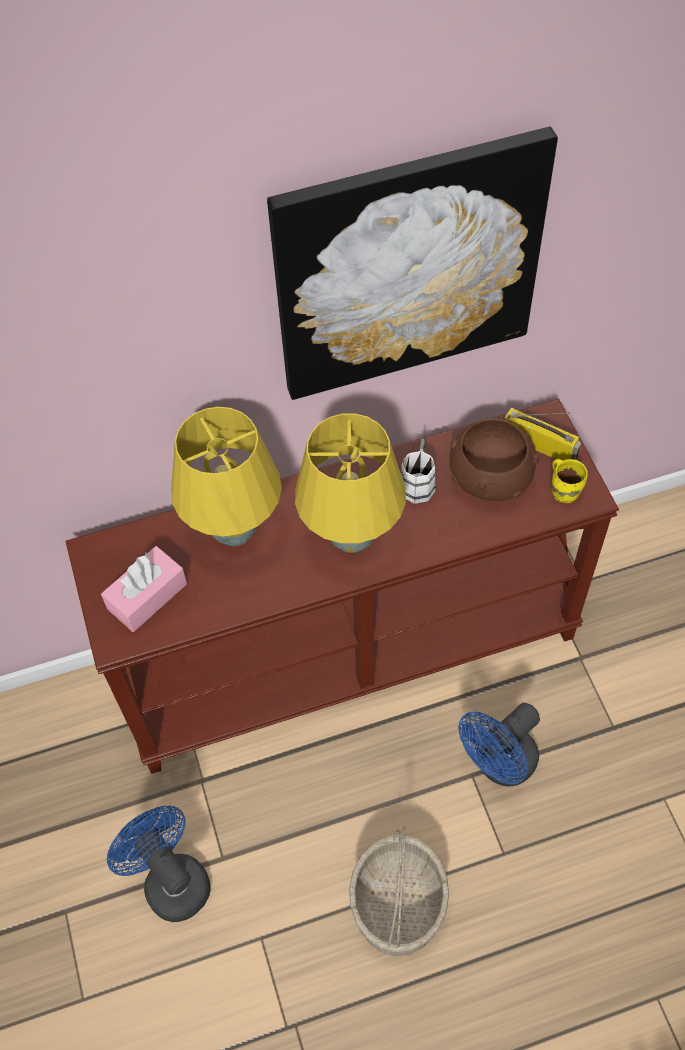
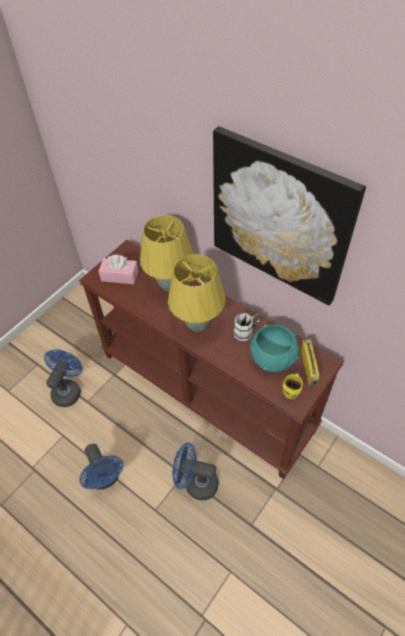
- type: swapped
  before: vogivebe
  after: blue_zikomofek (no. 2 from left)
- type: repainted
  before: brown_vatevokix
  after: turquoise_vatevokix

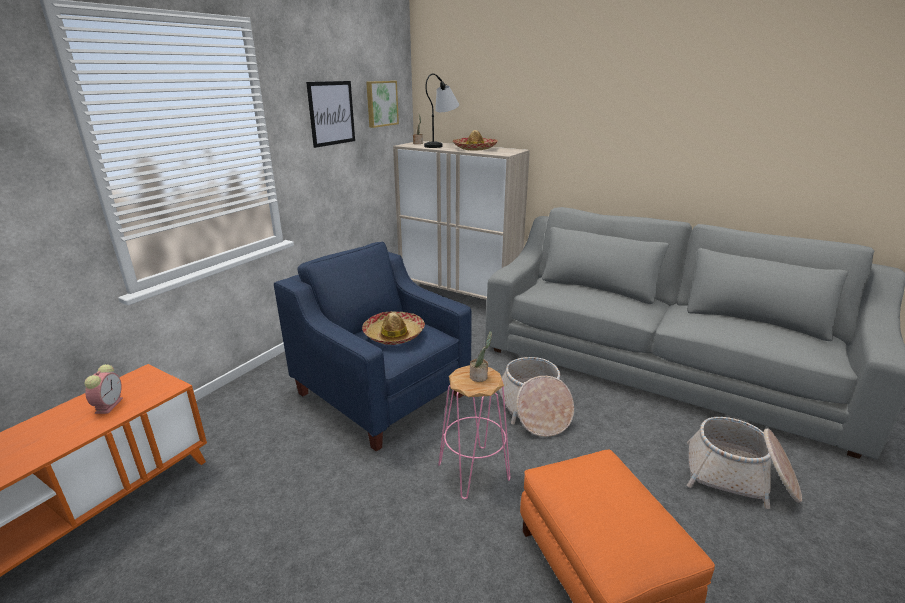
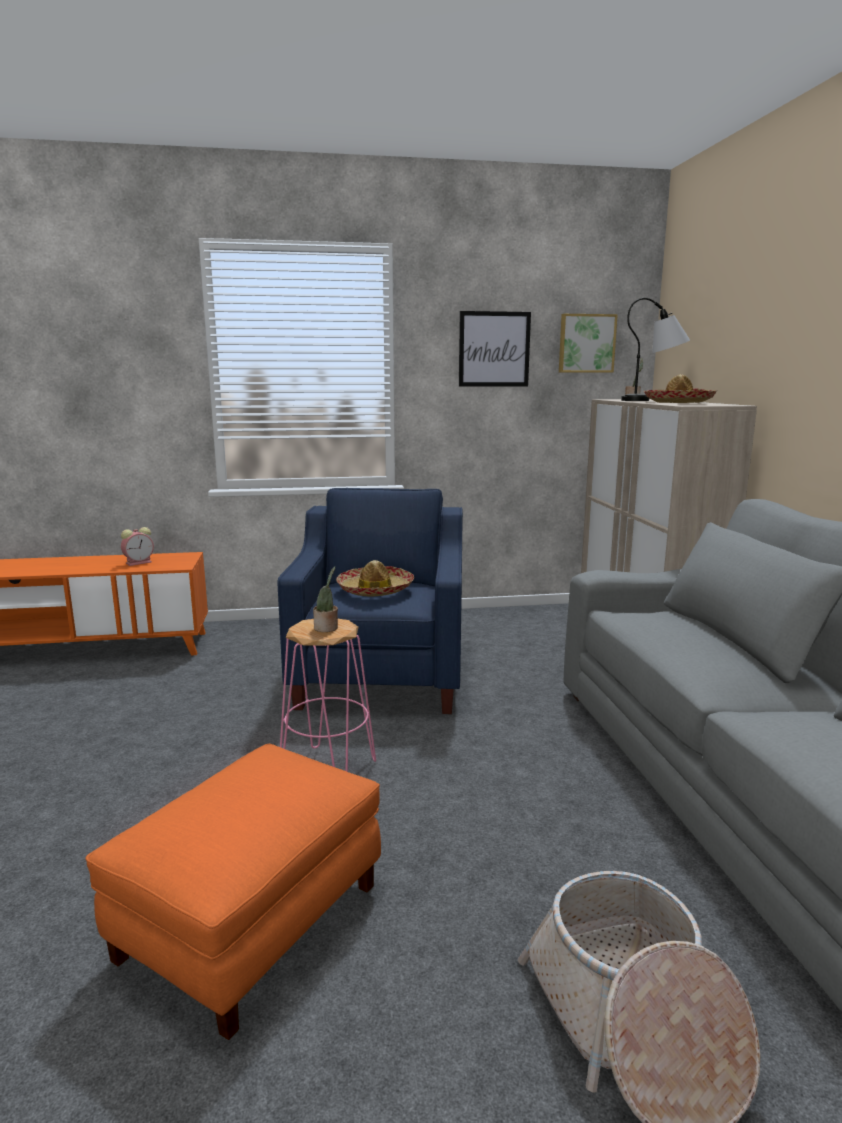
- type: gone
  before: vogivebe (no. 1 from left)

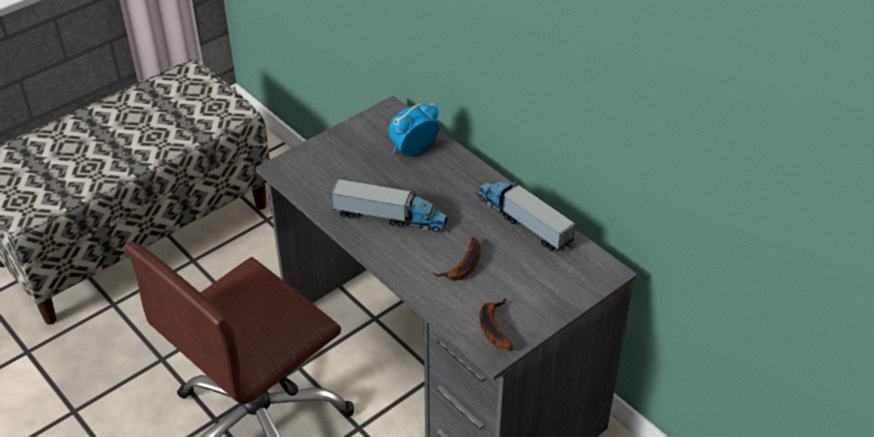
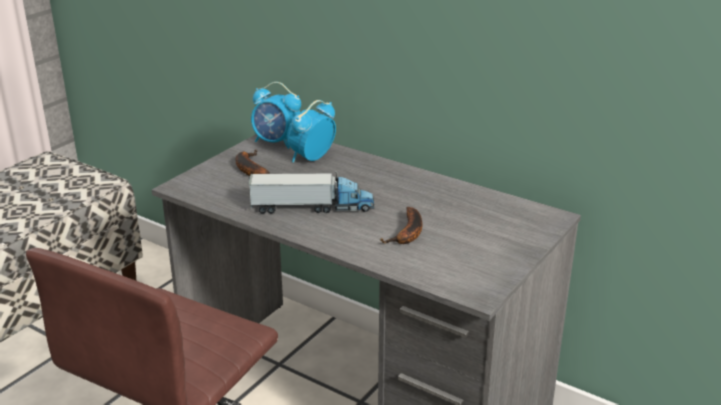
- type: shifted
  before: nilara (no. 2 from left in the first image)
  after: nilara (no. 1 from left)
- type: new
  after: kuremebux (no. 1 from left)
- type: gone
  before: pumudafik (no. 2 from left)

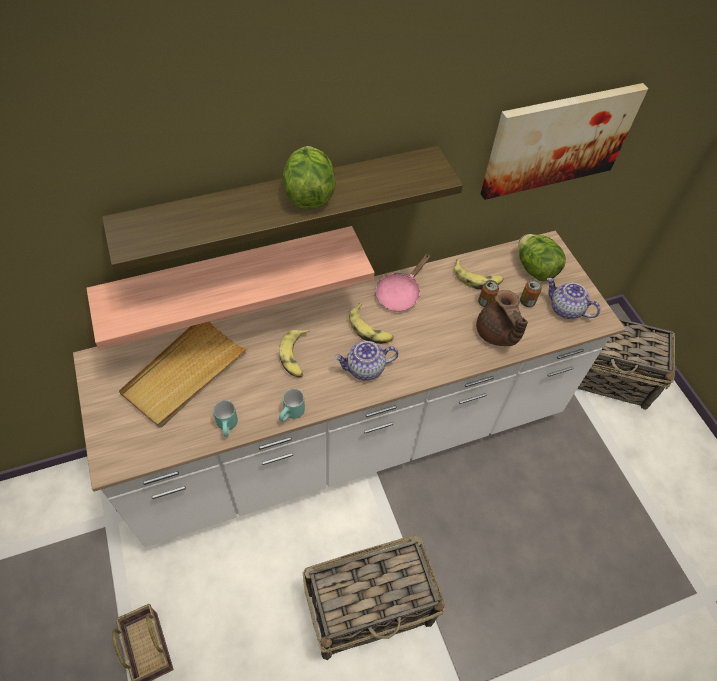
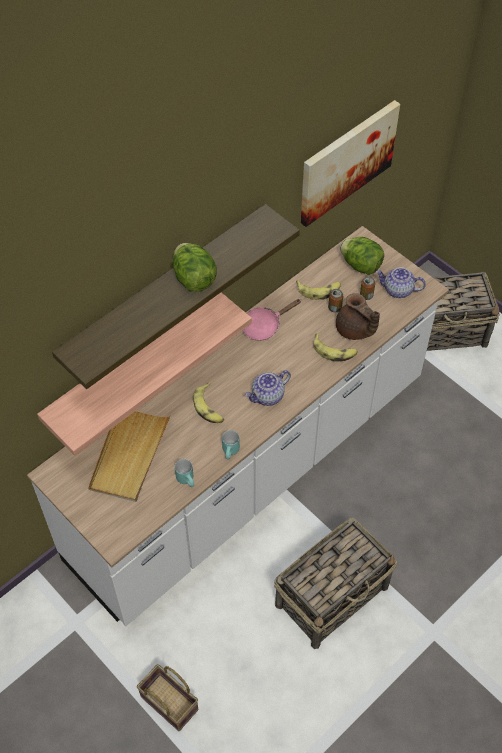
- type: rotated
  before: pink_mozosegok
  turn: 45
- type: shifted
  before: nilara (no. 2 from left in the first image)
  after: nilara (no. 3 from left)

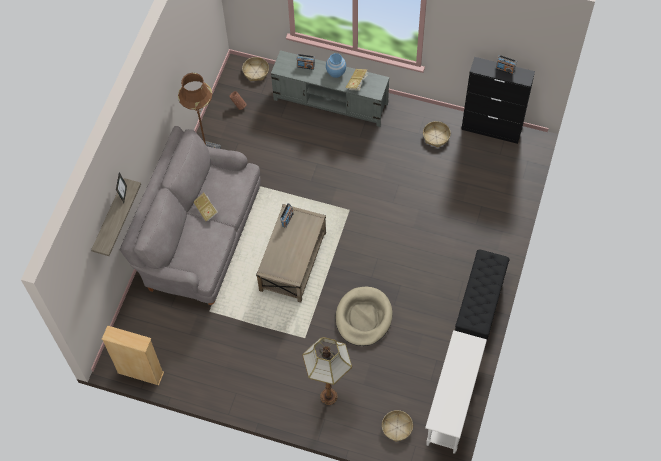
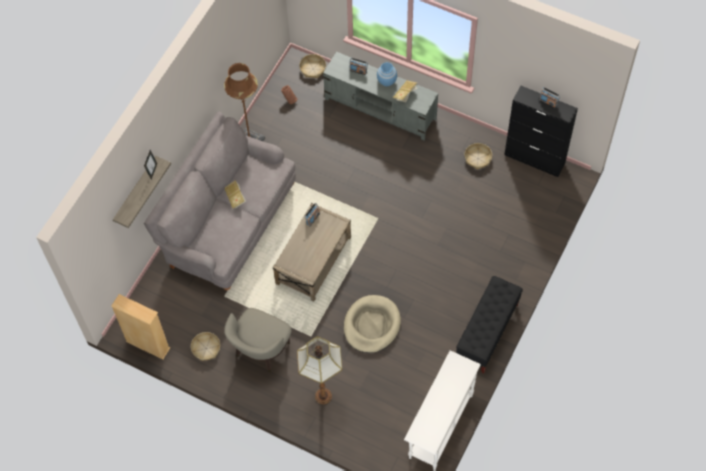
- type: shifted
  before: vogivebe (no. 2 from left in the first image)
  after: vogivebe (no. 1 from left)
- type: new
  after: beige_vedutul

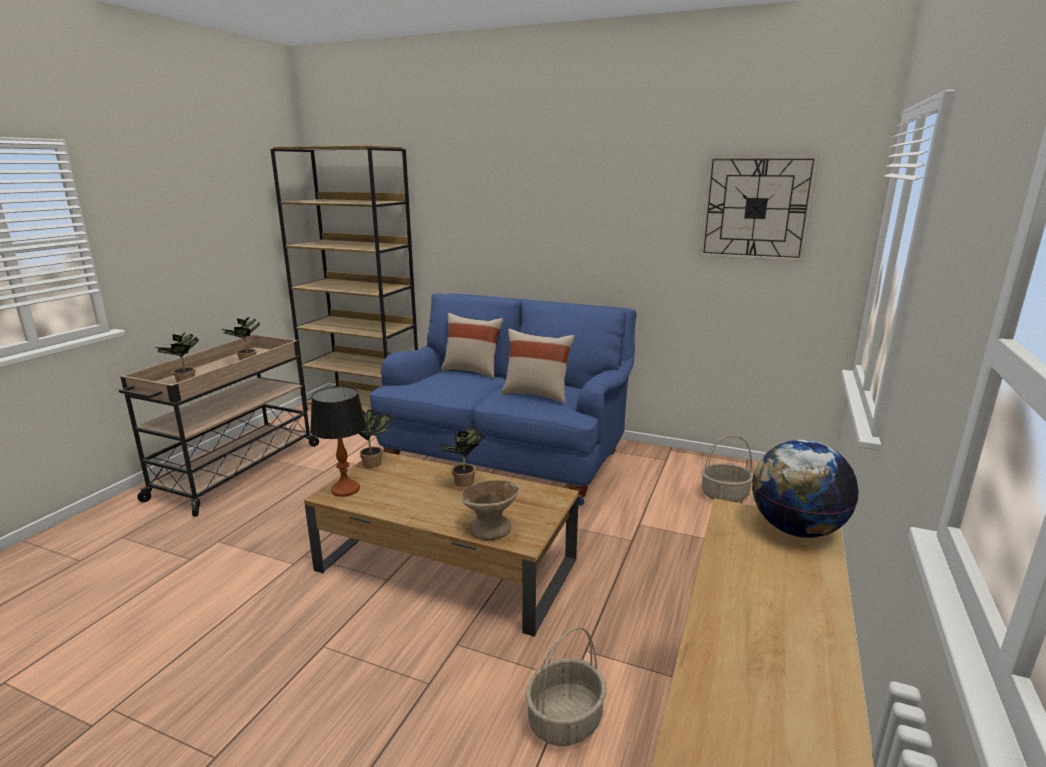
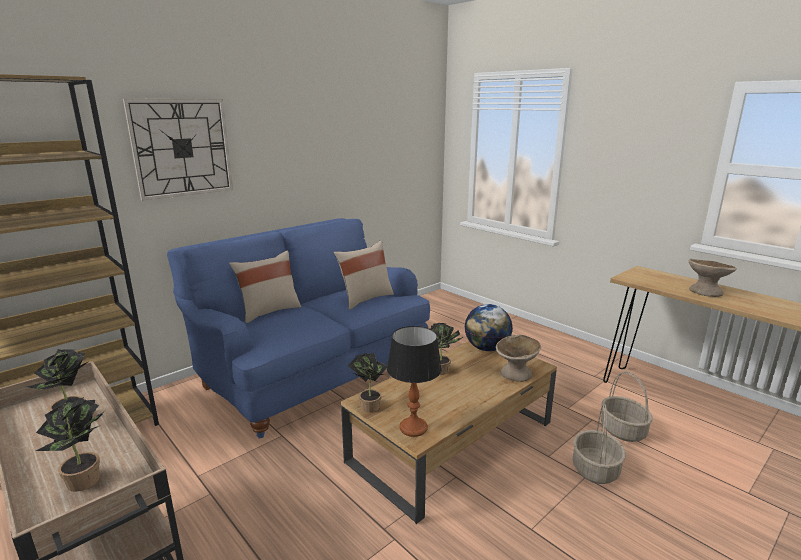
- type: shifted
  before: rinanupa
- type: shifted
  before: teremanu
- type: shifted
  before: vogivebe (no. 2 from left in the first image)
  after: vogivebe (no. 1 from left)
- type: new
  after: beige_vatevokix (no. 2 from left)

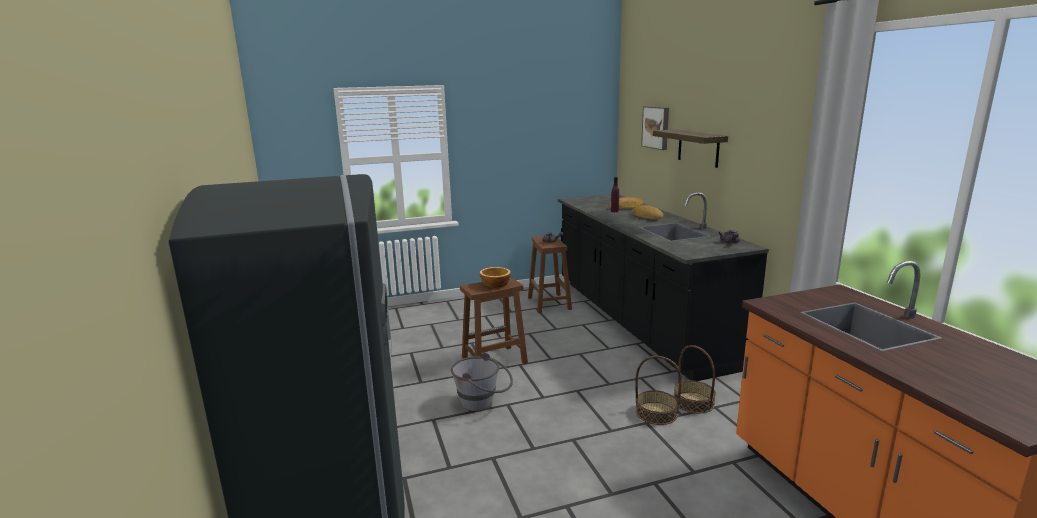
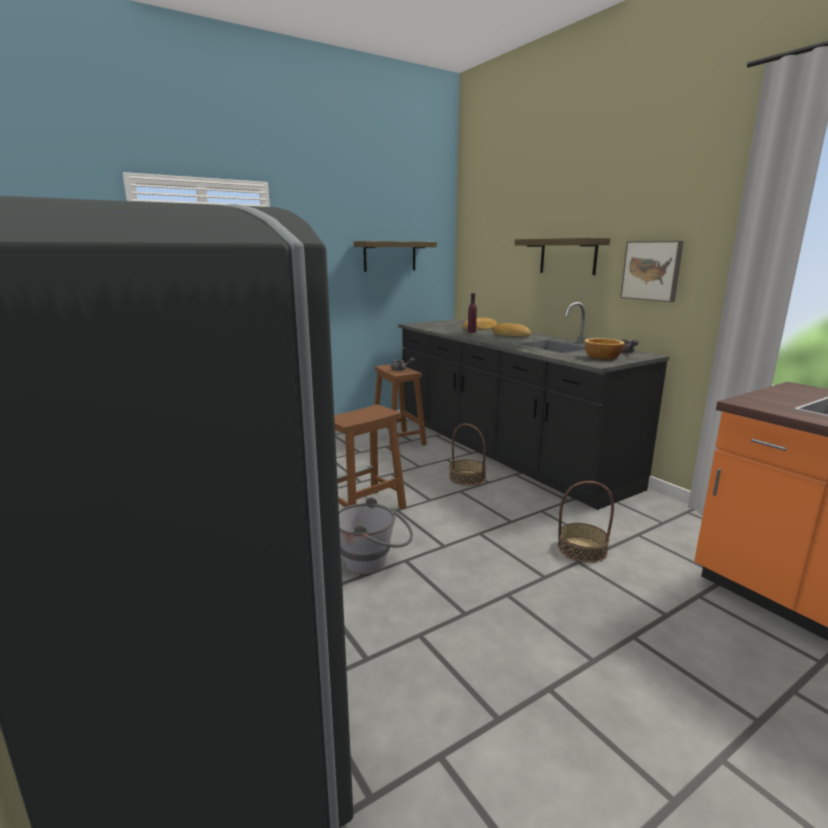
- type: new
  after: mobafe (no. 1 from left)
- type: shifted
  before: vogivebe (no. 2 from left in the first image)
  after: vogivebe (no. 1 from left)
- type: shifted
  before: vatevokix
- type: shifted
  before: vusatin

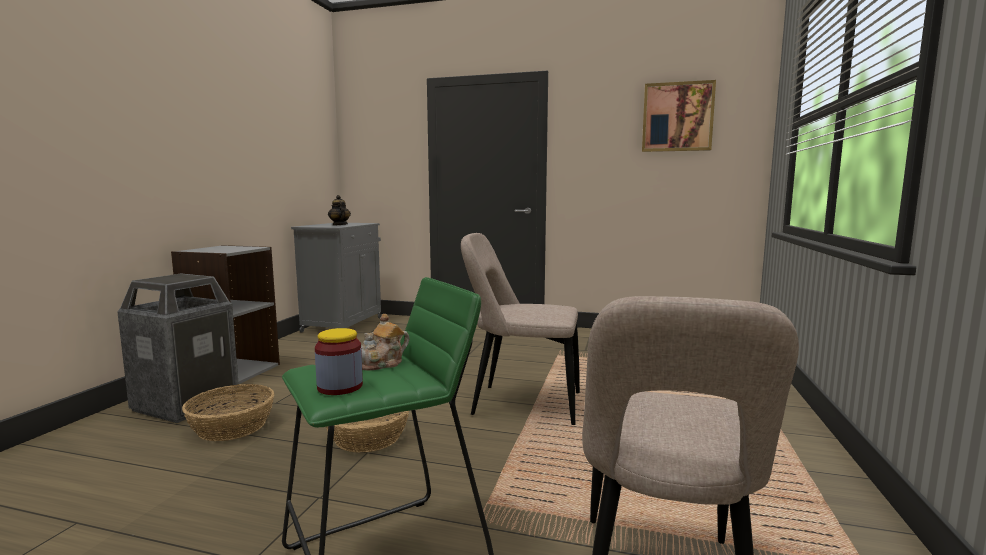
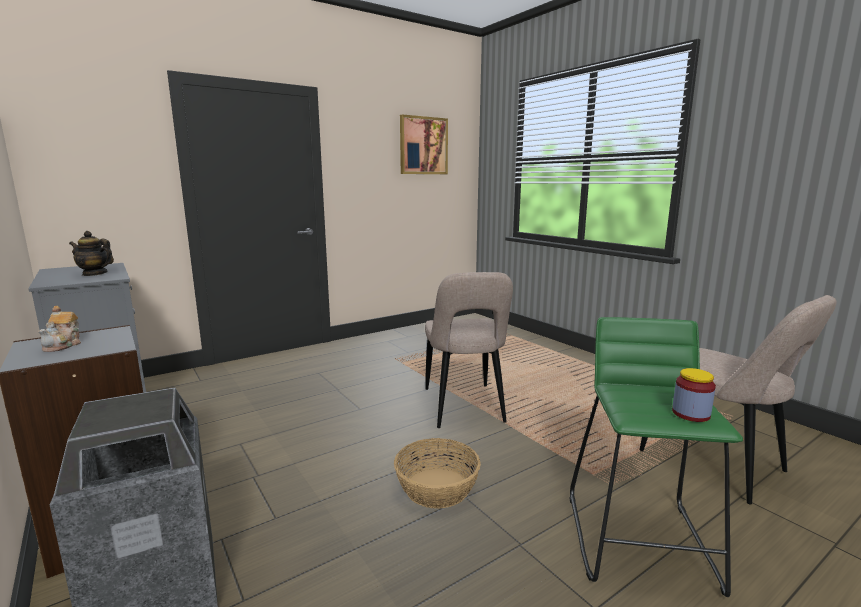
- type: shifted
  before: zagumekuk (no. 2 from left in the first image)
  after: zagumekuk (no. 1 from left)
- type: rotated
  before: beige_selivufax (no. 1 from left)
  turn: -60
- type: gone
  before: vogivebe (no. 1 from left)

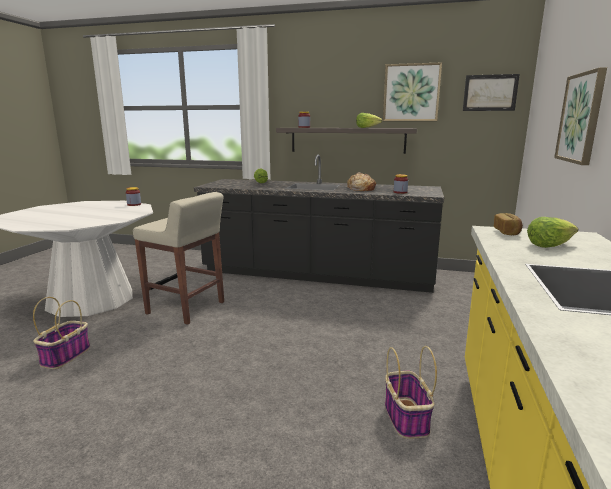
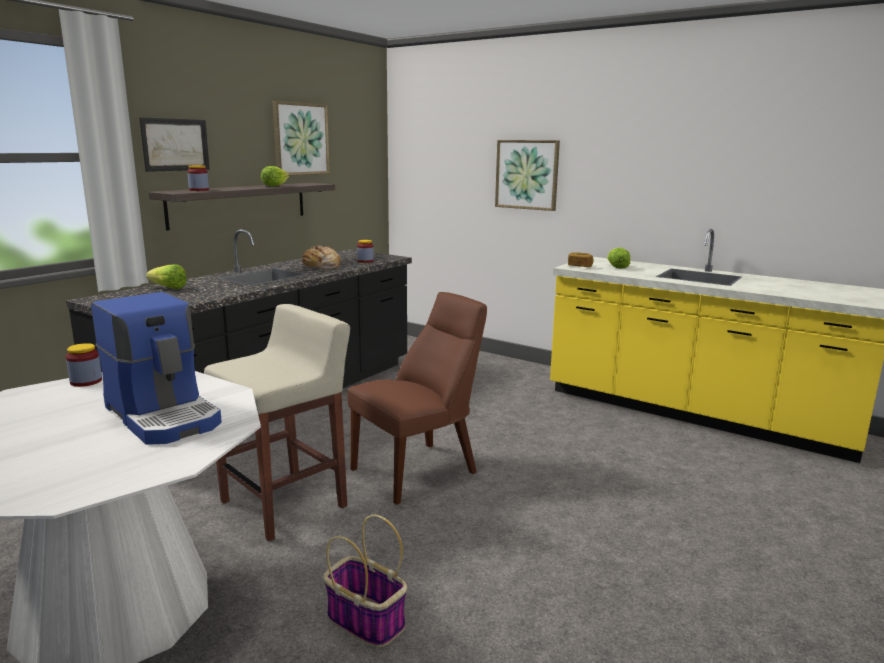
- type: new
  after: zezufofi
- type: shifted
  before: vusatin (no. 2 from left in the first image)
  after: vusatin (no. 1 from left)
- type: new
  after: brown_selivufax
- type: gone
  before: vogivebe (no. 2 from left)

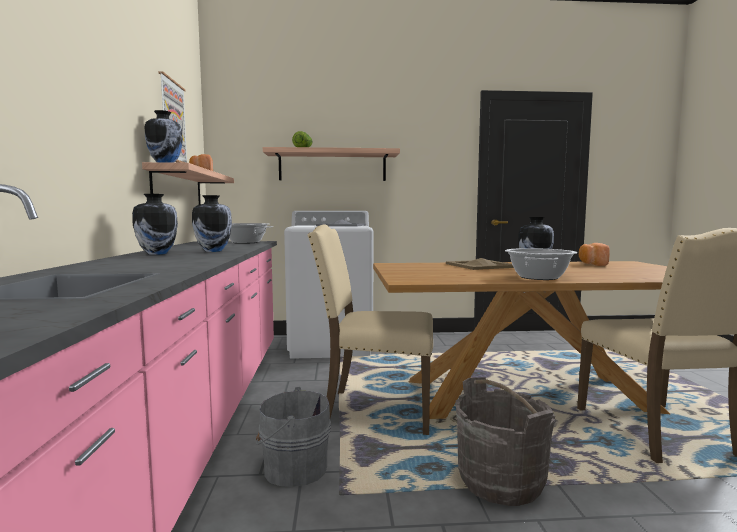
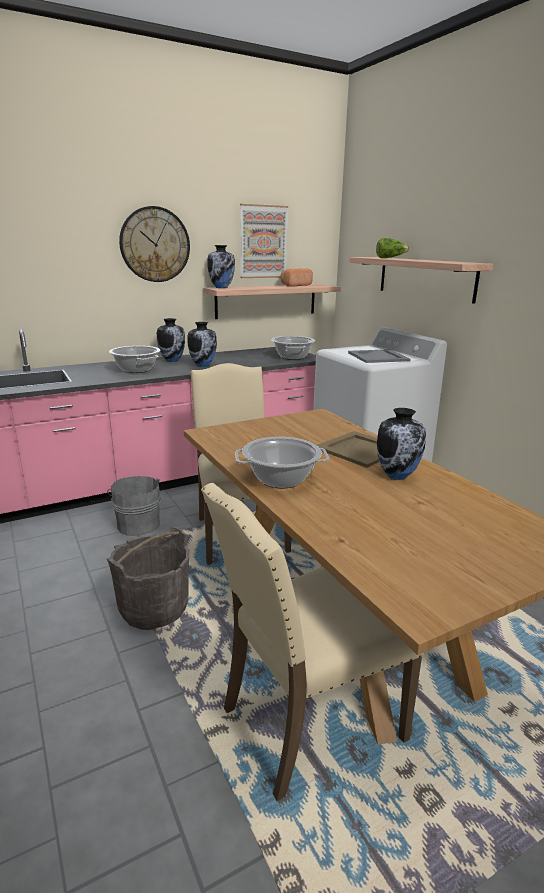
- type: new
  after: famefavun (no. 1 from left)
- type: new
  after: rinanupa
- type: gone
  before: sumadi (no. 2 from left)

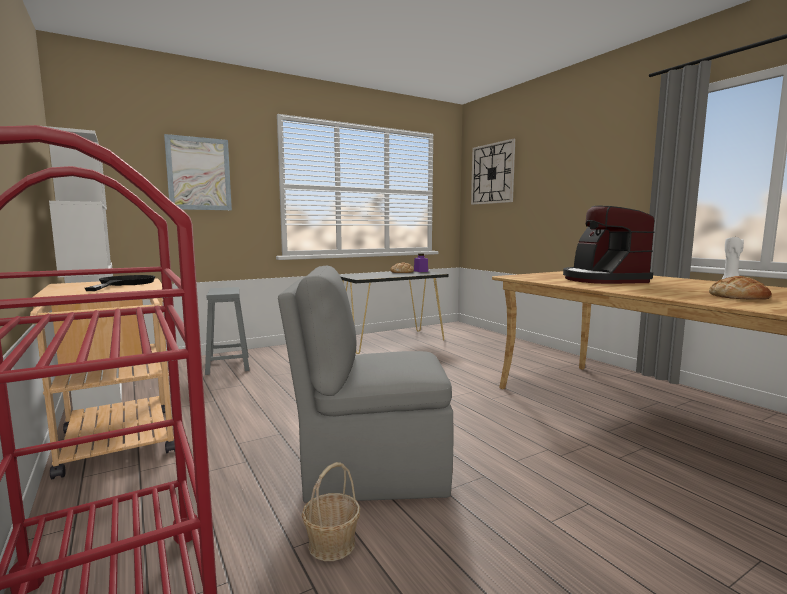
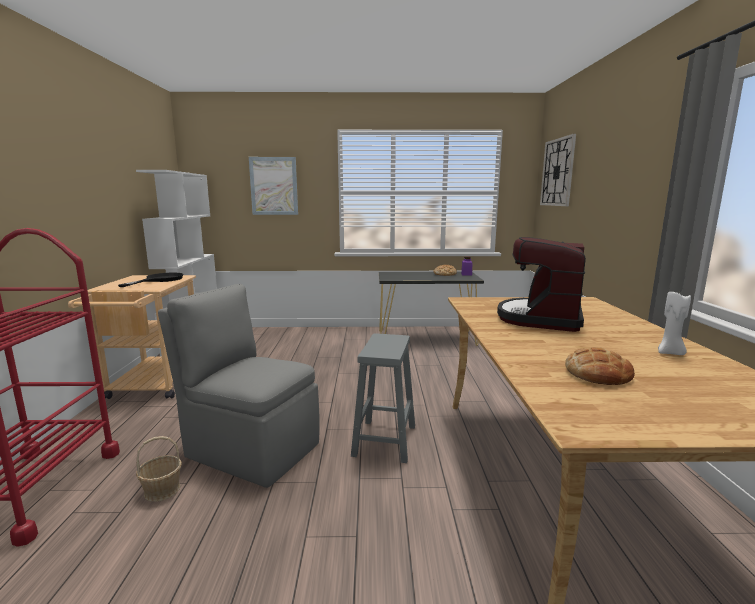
- type: shifted
  before: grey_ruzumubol

